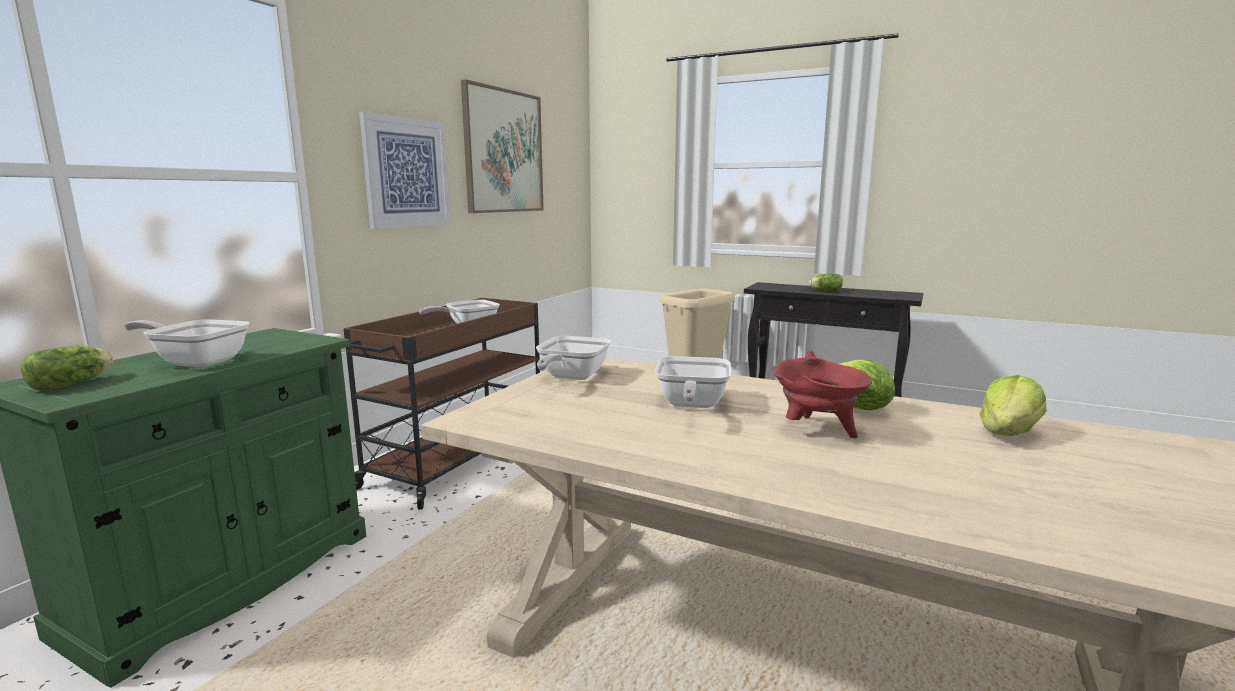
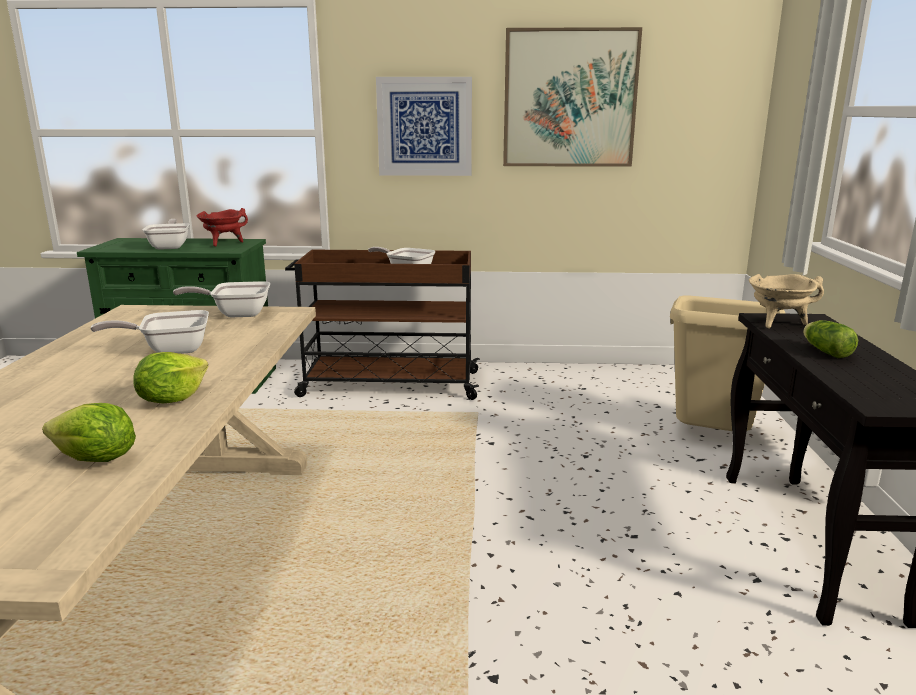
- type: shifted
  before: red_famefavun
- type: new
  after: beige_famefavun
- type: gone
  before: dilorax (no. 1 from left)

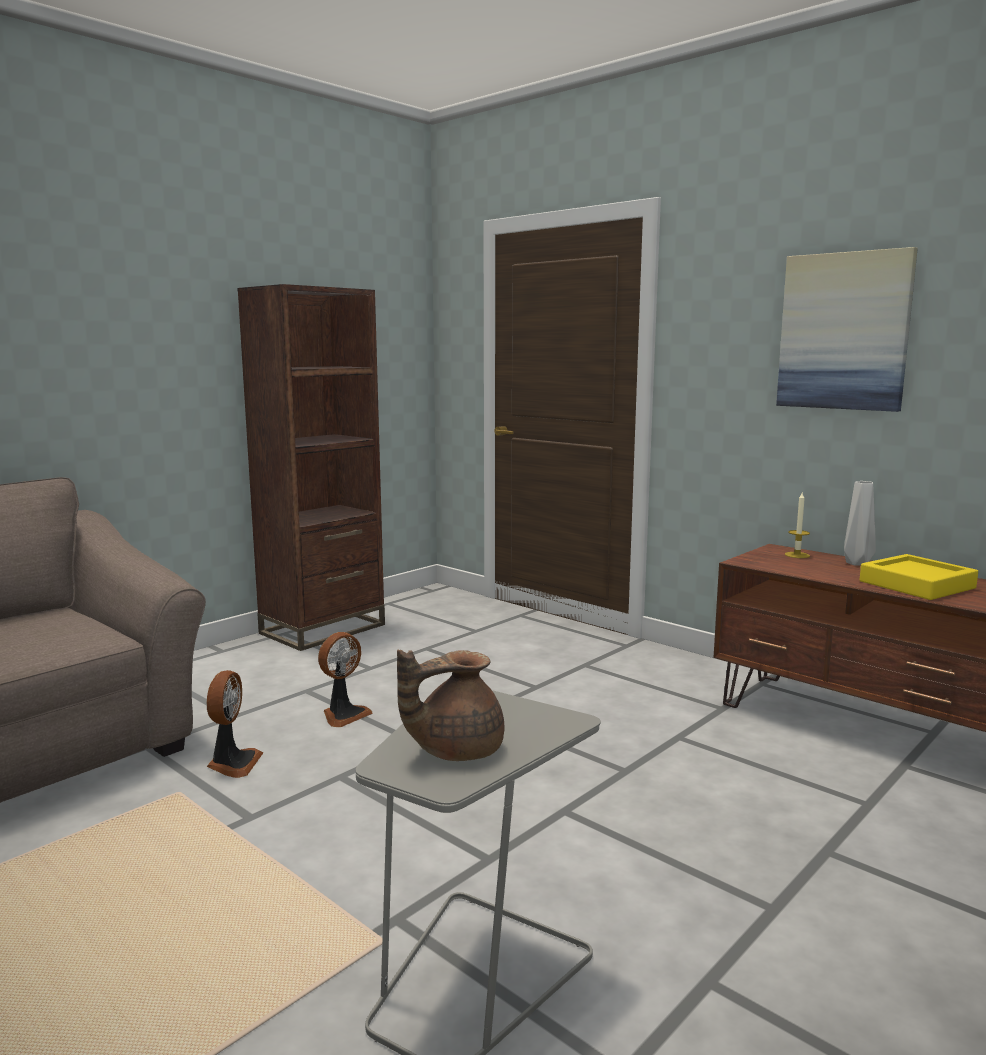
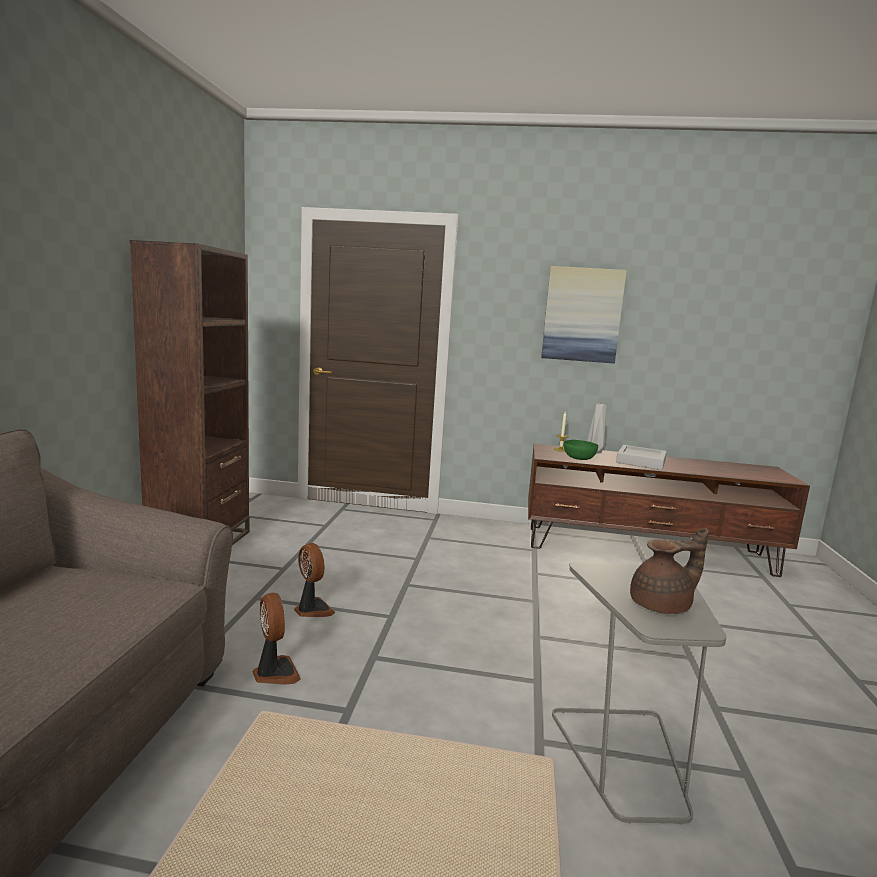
- type: rotated
  before: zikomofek (no. 2 from left)
  turn: -45
- type: new
  after: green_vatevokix
- type: repainted
  before: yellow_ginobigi
  after: grey_ginobigi
- type: rotated
  before: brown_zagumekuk
  turn: -135

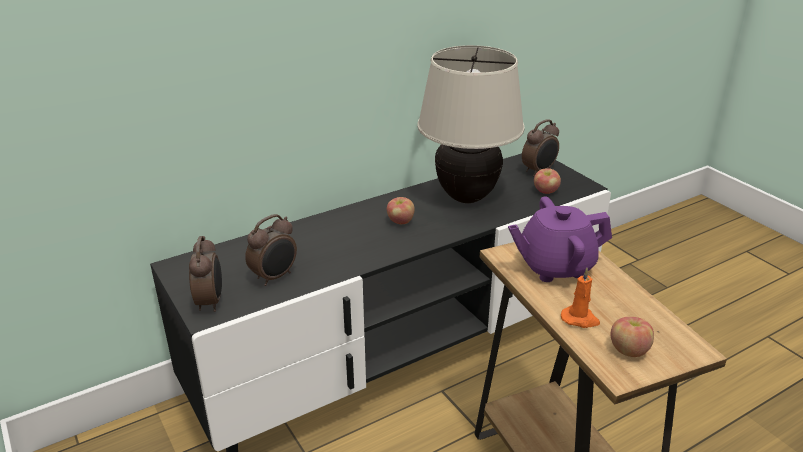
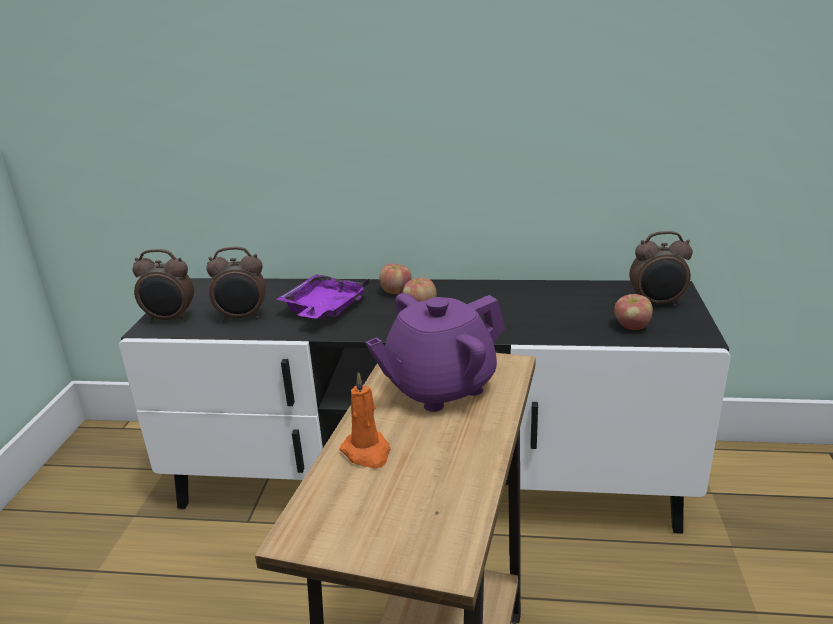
- type: rotated
  before: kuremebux (no. 1 from left)
  turn: 60
- type: new
  after: purple_ginobigi
- type: rotated
  before: purple_zagumekuk
  turn: -60
- type: shifted
  before: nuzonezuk (no. 3 from left in the first image)
  after: nuzonezuk (no. 1 from left)
- type: gone
  before: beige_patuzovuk

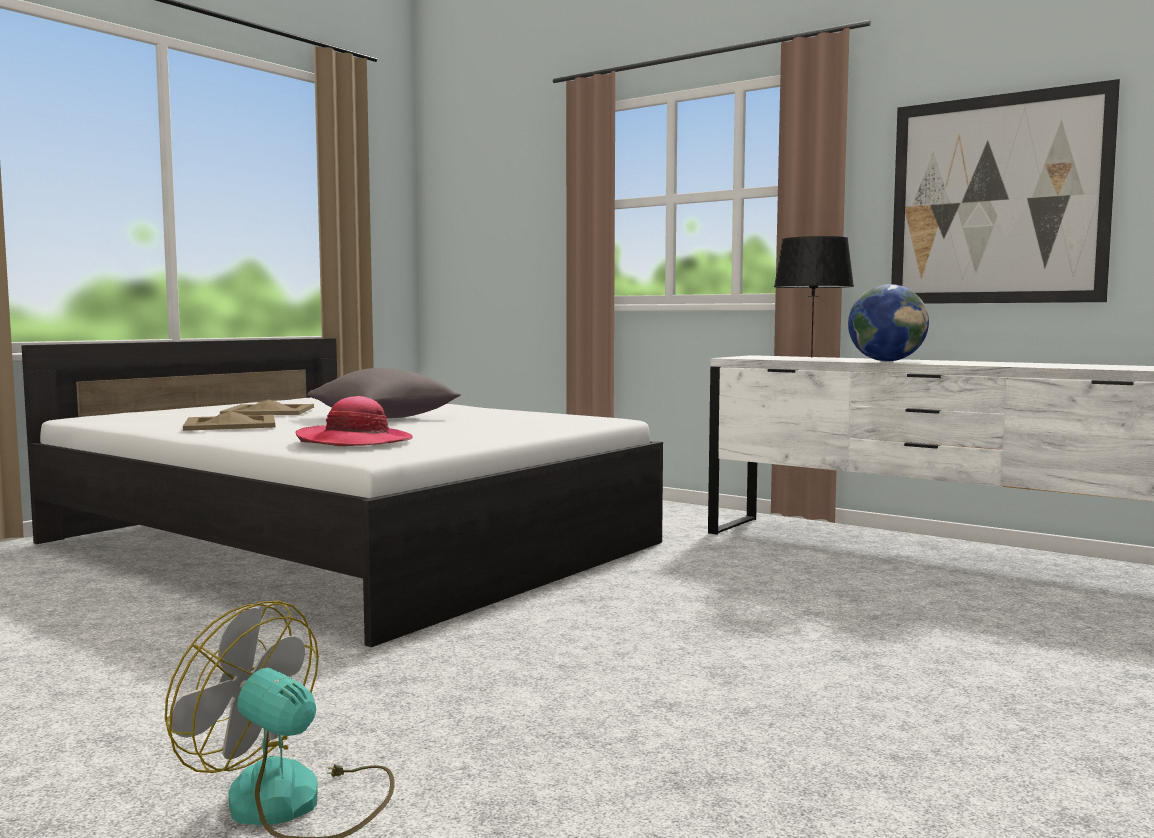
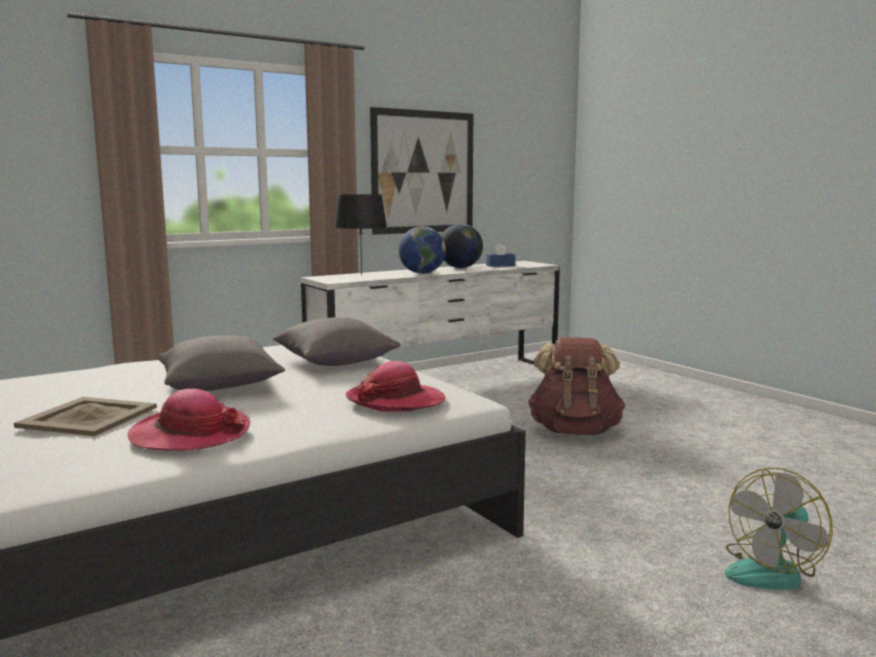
- type: swapped
  before: beige_ginobigi (no. 1 from left)
  after: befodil (no. 1 from left)
- type: new
  after: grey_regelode (no. 2 from left)
- type: new
  after: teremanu (no. 2 from left)
- type: new
  after: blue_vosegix
- type: new
  after: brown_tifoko

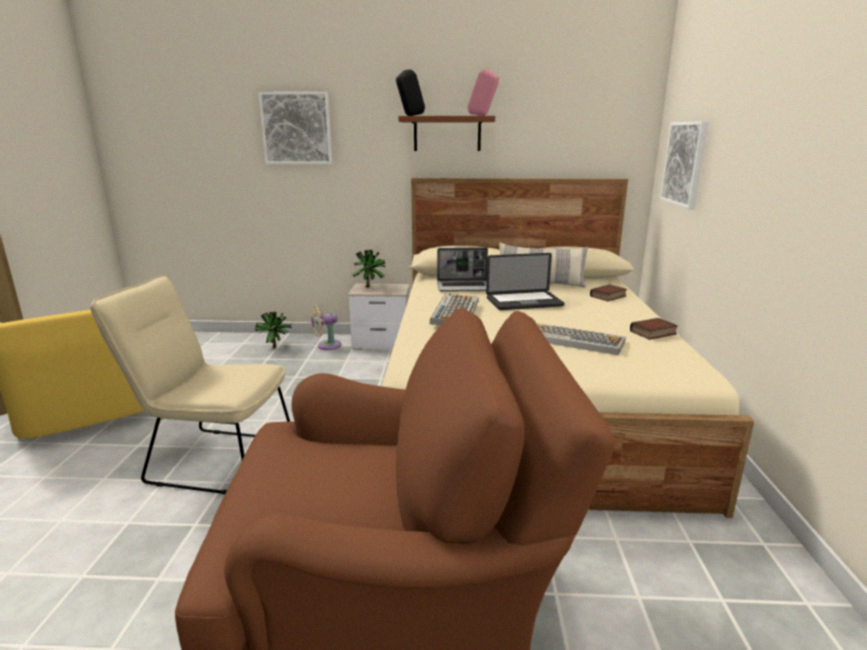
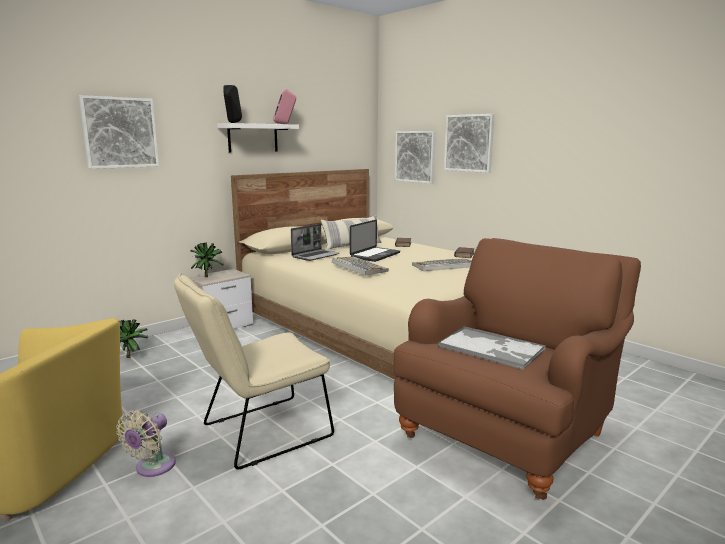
- type: shifted
  before: beige_zikomofek
- type: repainted
  before: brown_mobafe
  after: white_mobafe
- type: new
  after: ginobigi
- type: new
  after: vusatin (no. 3 from left)

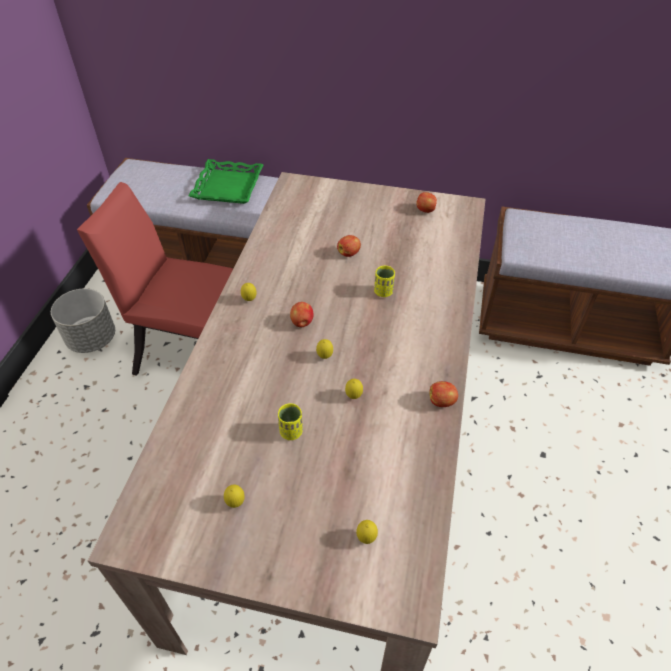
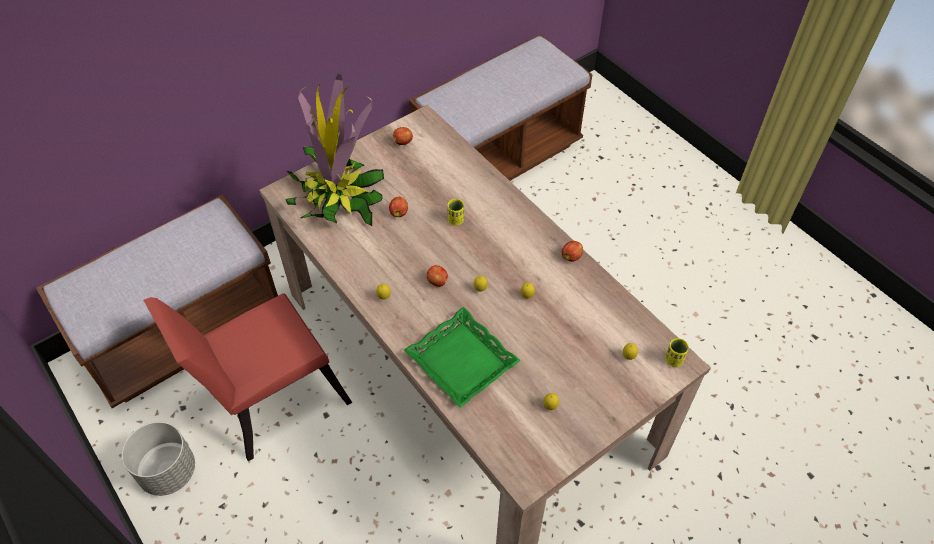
- type: new
  after: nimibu
- type: shifted
  before: green_ginobigi
- type: shifted
  before: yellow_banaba (no. 1 from left in the first image)
  after: yellow_banaba (no. 2 from left)

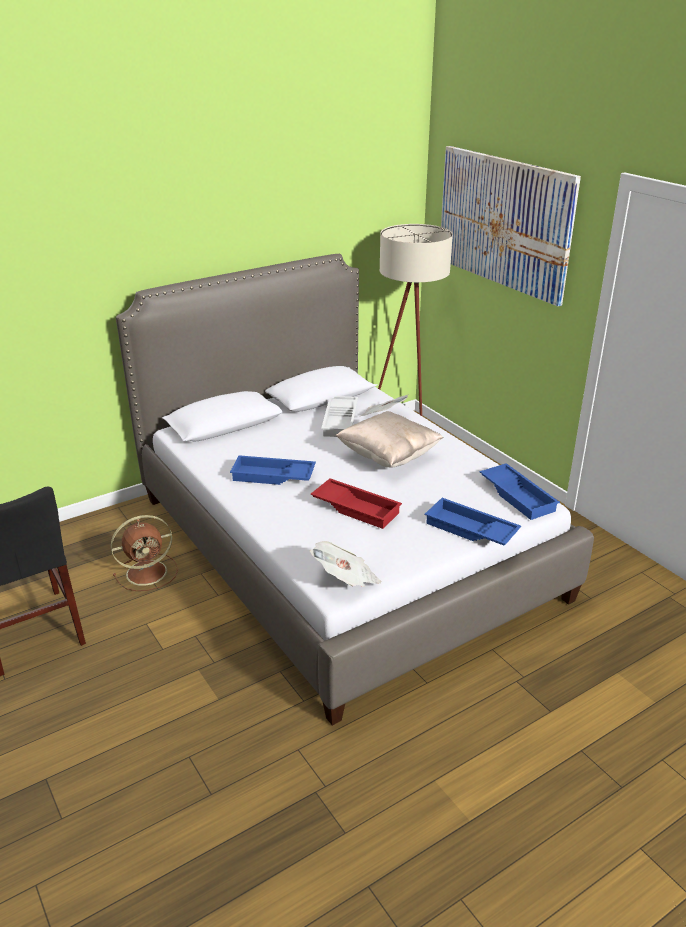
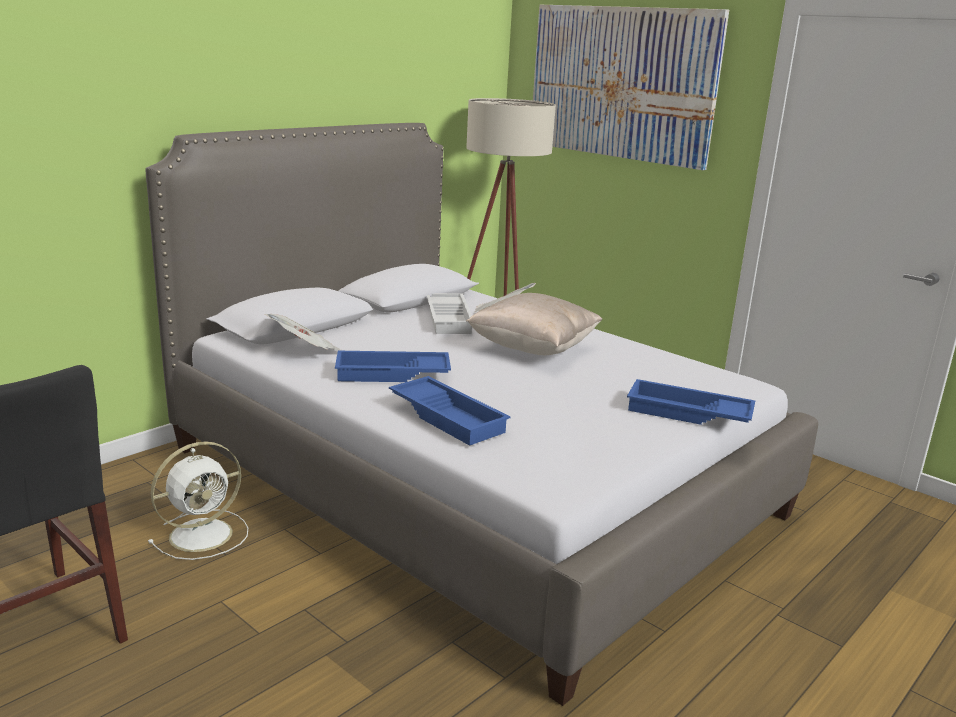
- type: repainted
  before: brown_zikomofek
  after: white_zikomofek
- type: shifted
  before: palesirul (no. 1 from left)
- type: shifted
  before: blue_ginobigi (no. 3 from left in the first image)
  after: blue_ginobigi (no. 2 from left)
- type: gone
  before: red_ginobigi

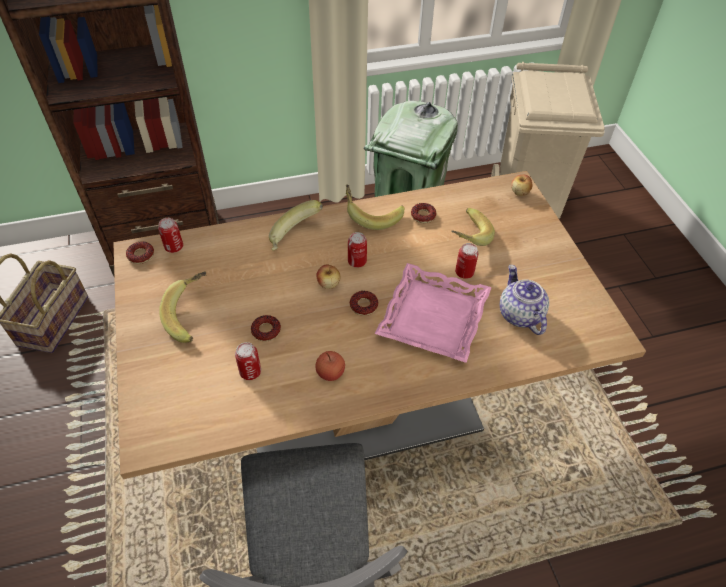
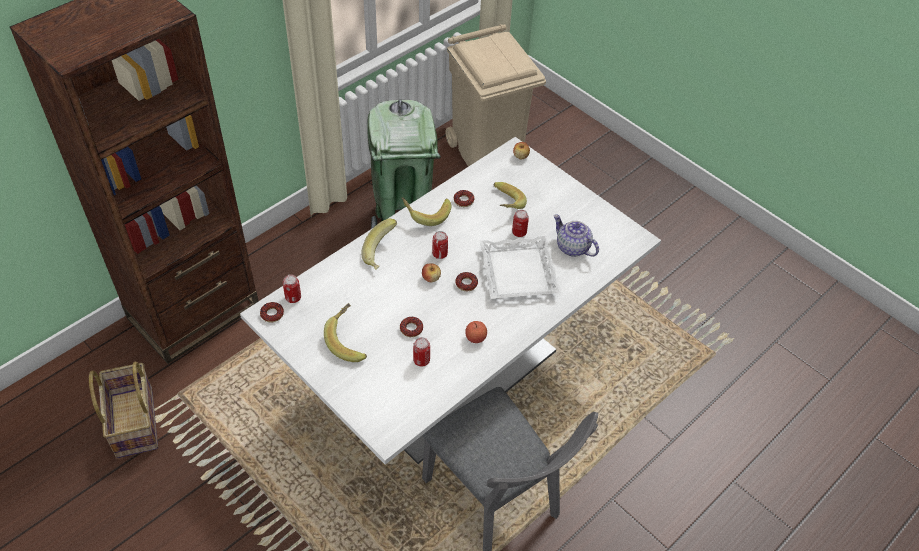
- type: repainted
  before: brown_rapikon
  after: white_rapikon
- type: repainted
  before: pink_ginobigi
  after: white_ginobigi

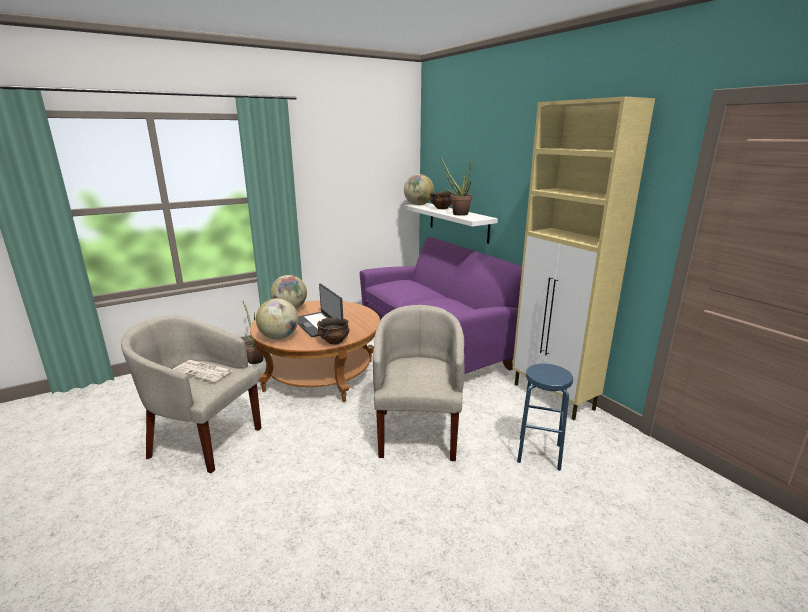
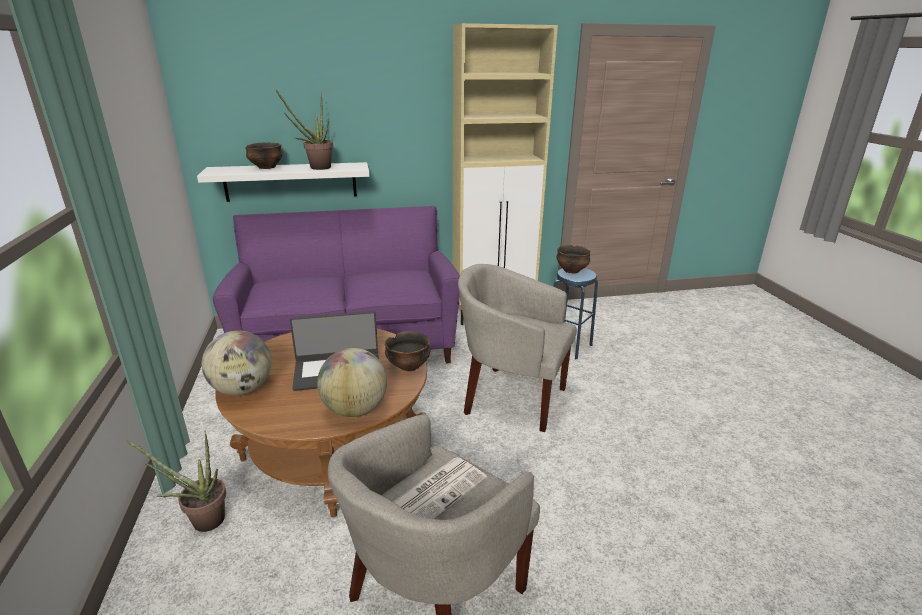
- type: new
  after: vatevokix (no. 3 from left)
- type: gone
  before: teremanu (no. 3 from left)

